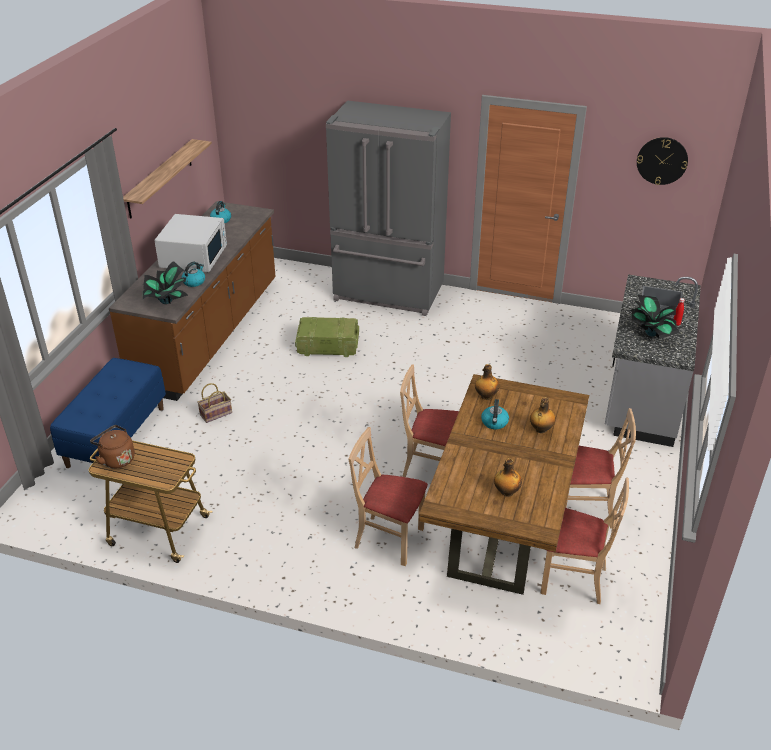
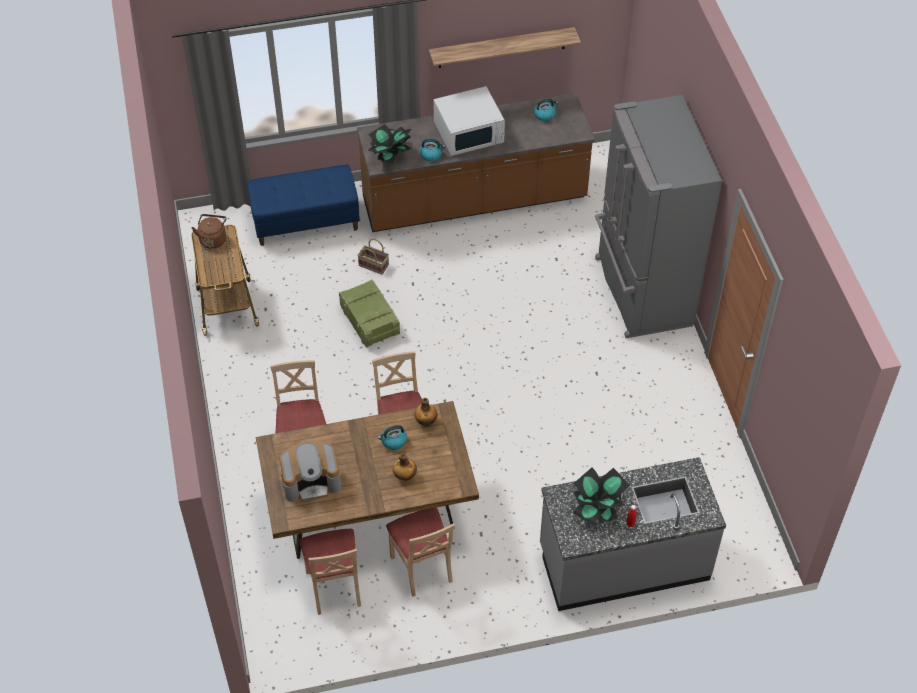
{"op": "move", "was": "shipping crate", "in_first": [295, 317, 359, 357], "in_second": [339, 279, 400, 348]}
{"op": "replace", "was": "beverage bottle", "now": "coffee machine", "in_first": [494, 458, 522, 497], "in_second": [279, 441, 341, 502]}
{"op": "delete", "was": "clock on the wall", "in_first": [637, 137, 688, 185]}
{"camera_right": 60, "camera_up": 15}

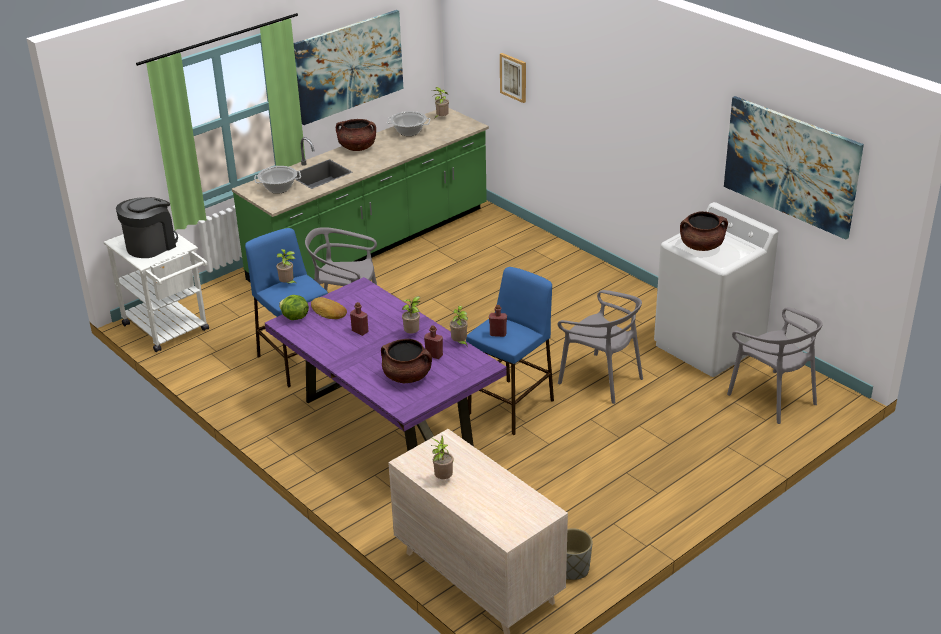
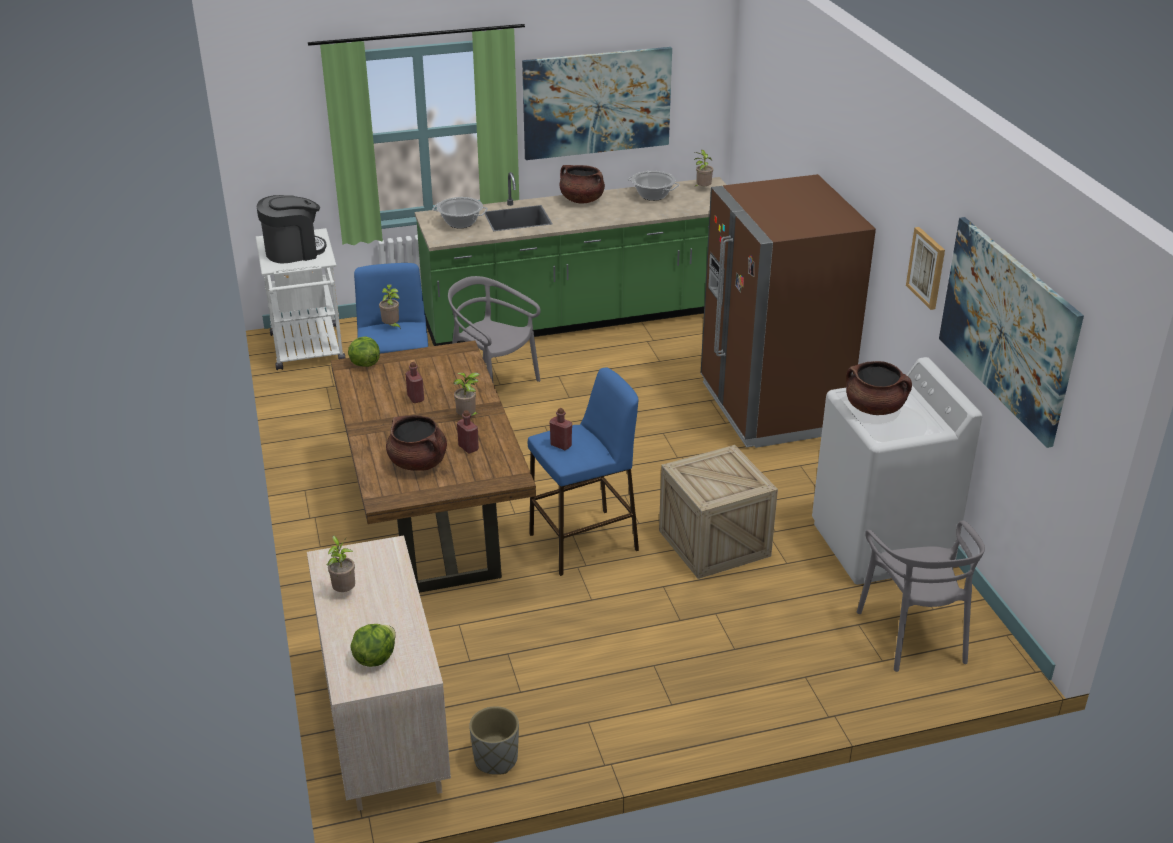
{"op": "recolor", "was": "purplish kitchen table", "now": "brownish kitchen table", "in_first": [265, 277, 507, 451], "in_second": [331, 341, 536, 593]}
{"op": "delete", "was": "baked bread", "in_first": [311, 297, 347, 319]}
{"op": "delete", "was": "houseplant", "in_first": [450, 306, 468, 348]}
{"op": "move", "was": "wall picture", "in_first": [500, 53, 526, 103], "in_second": [906, 227, 945, 310]}
{"op": "replace", "was": "greyish plain chair", "now": "shipping crate", "in_first": [558, 290, 643, 404], "in_second": [659, 445, 778, 579]}
{"op": "insert", "now": "lettuce head", "in_second": [350, 624, 396, 667]}
{"op": "insert", "now": "brownish refrigerator", "in_second": [701, 174, 876, 448]}
{"camera_right": 25, "camera_up": 0}

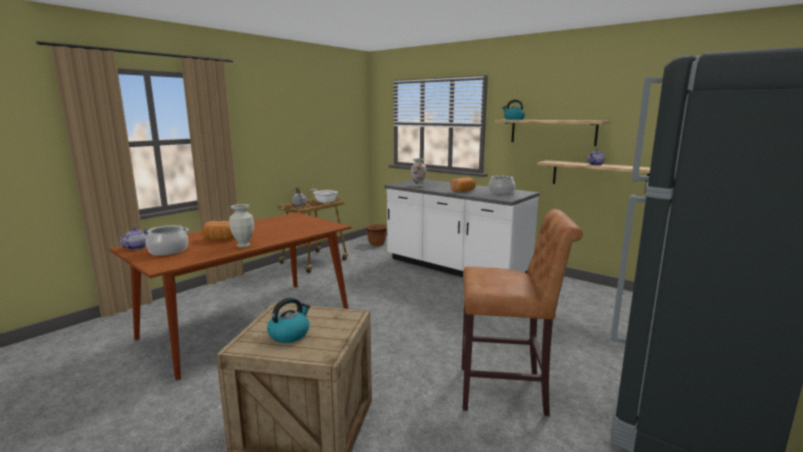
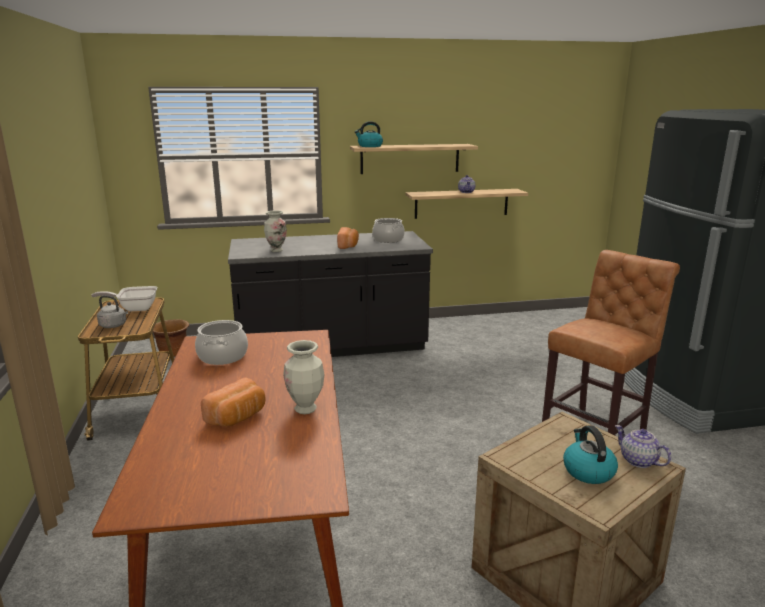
{"op": "move", "was": "teapot", "in_first": [120, 228, 149, 250], "in_second": [615, 425, 671, 468]}
{"op": "move", "was": "saucepot", "in_first": [142, 225, 189, 256], "in_second": [195, 320, 248, 365]}
{"op": "recolor", "was": "white-coloured counter", "now": "black-coloured counter", "in_first": [384, 179, 540, 277], "in_second": [228, 231, 433, 357]}
{"camera_right": -50, "camera_up": 5}

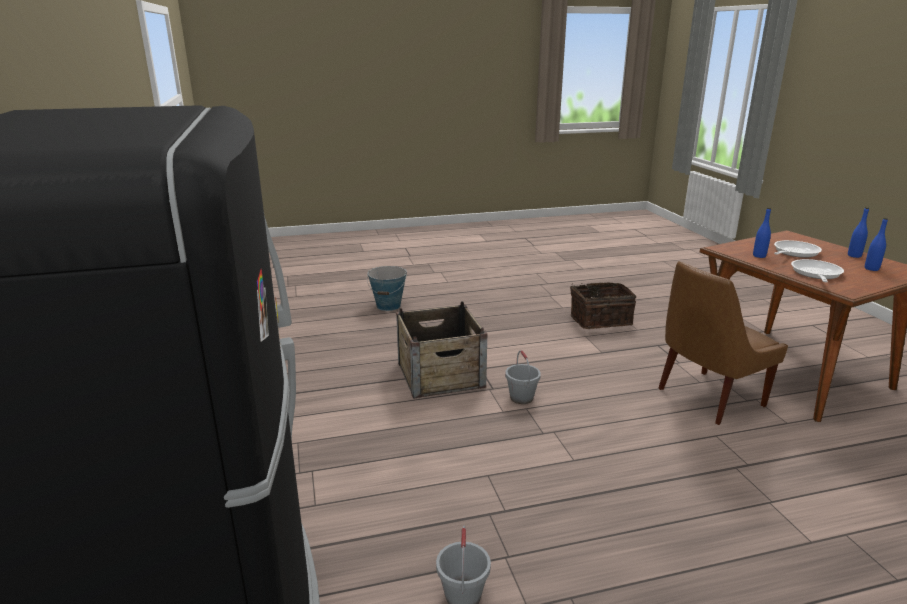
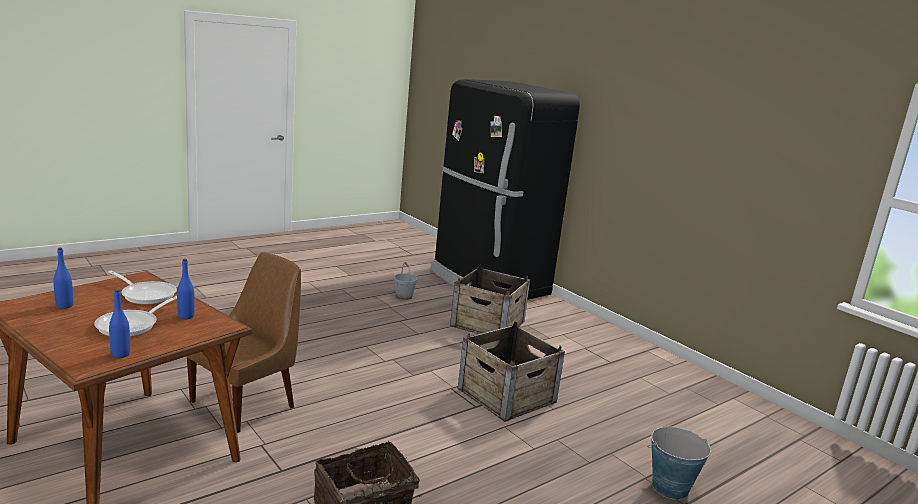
{"op": "delete", "was": "greyish pail", "in_first": [505, 350, 541, 404]}
{"op": "rotate", "was": "pan", "in_first": [791, 259, 844, 282], "in_second": [108, 271, 177, 305], "clockwise": -60}
{"op": "move", "was": "blue-coloured beverage bottle", "in_first": [848, 207, 869, 258], "in_second": [109, 290, 130, 358]}
{"op": "insert", "now": "shipping crate", "in_second": [450, 265, 530, 334]}
{"camera_right": 155, "camera_up": -5}

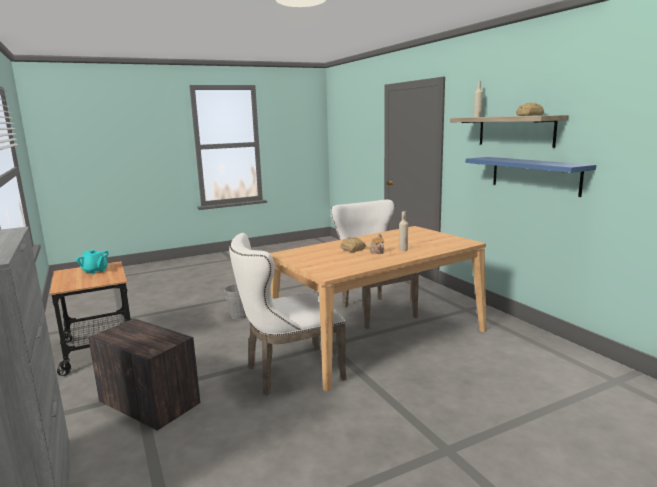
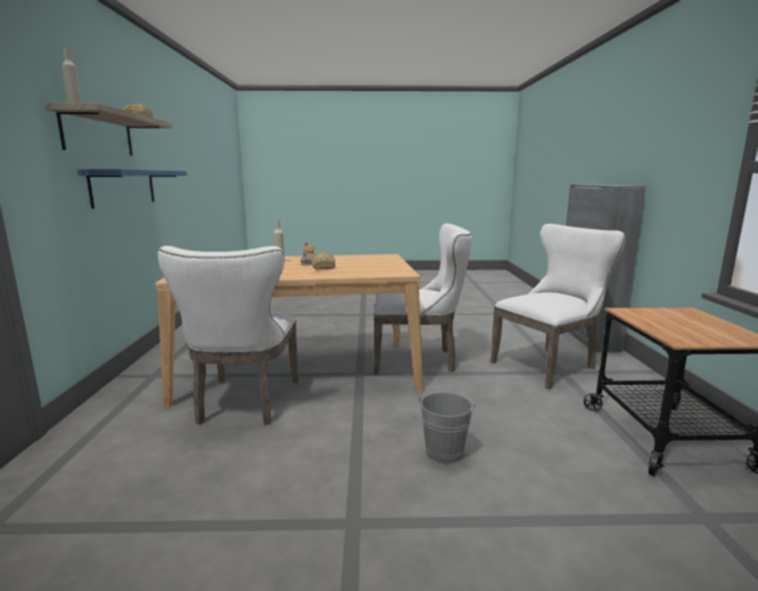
{"op": "delete", "was": "turquoise teapot", "in_first": [76, 250, 109, 274]}
{"op": "replace", "was": "shipping crate", "now": "white-coloured plain chair", "in_first": [88, 318, 200, 431], "in_second": [490, 224, 625, 389]}
{"camera_right": -155, "camera_up": 0}

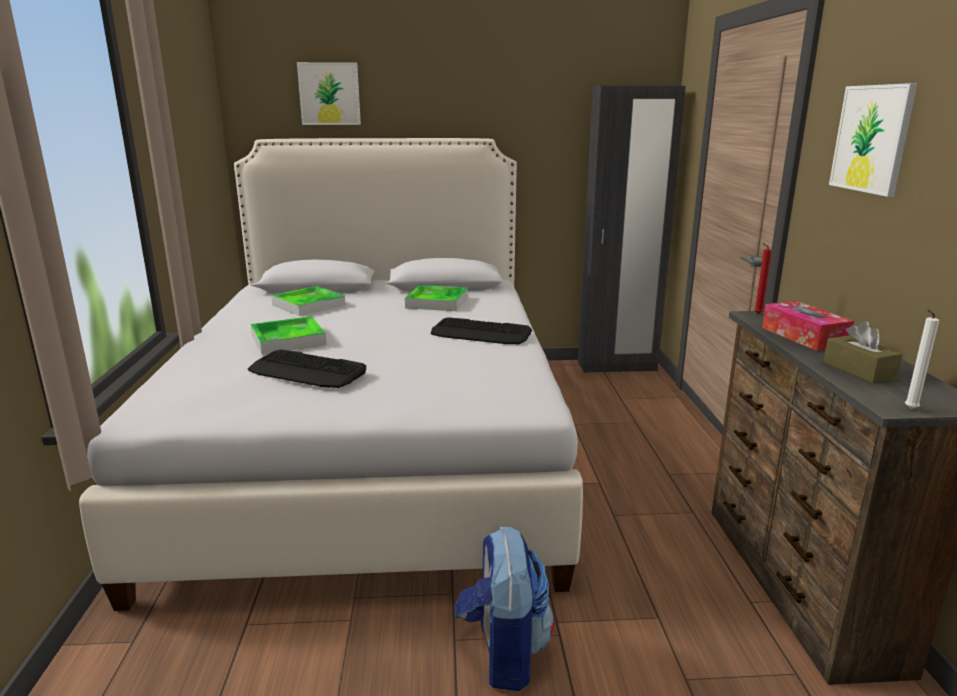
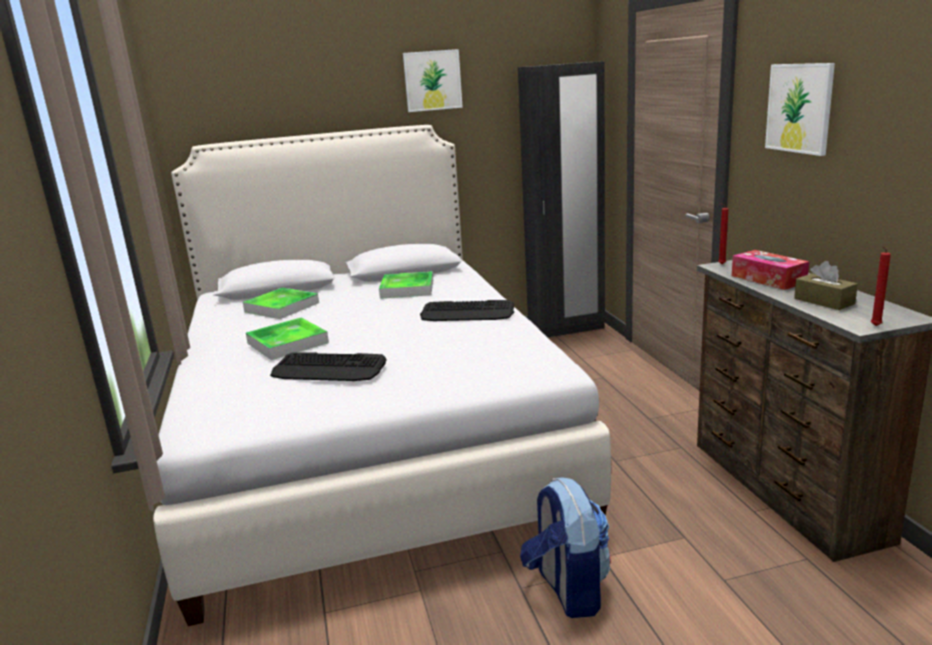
{"op": "move", "was": "wall picture", "in_first": [297, 62, 361, 125], "in_second": [403, 49, 463, 112]}
{"op": "recolor", "was": "white-coloured wax light", "now": "red wax light", "in_first": [905, 310, 939, 409], "in_second": [871, 247, 891, 326]}
{"camera_right": -10, "camera_up": 0}

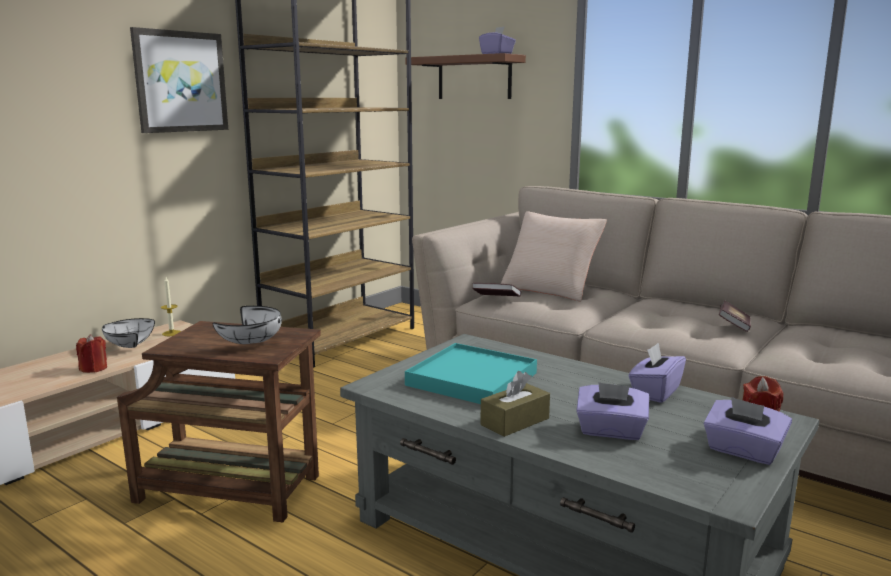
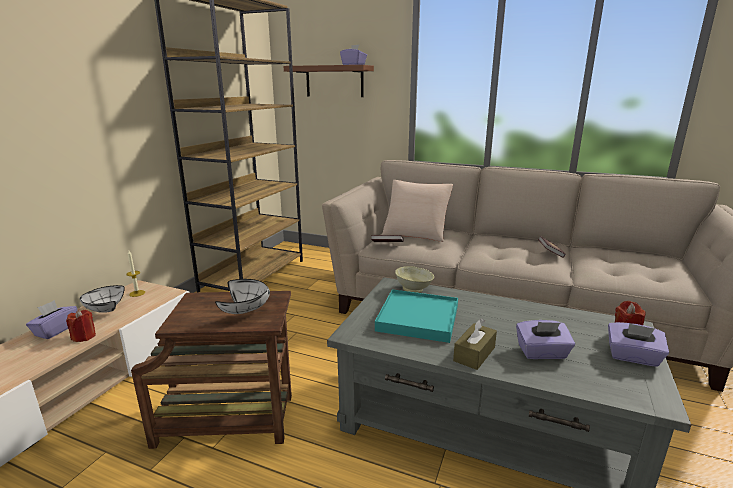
{"op": "delete", "was": "wall picture", "in_first": [130, 27, 228, 133]}
{"op": "move", "was": "purplish box of tissues", "in_first": [629, 343, 686, 403], "in_second": [26, 300, 77, 339]}
{"op": "insert", "now": "beige deep dish", "in_second": [395, 266, 434, 293]}
{"camera_right": -15, "camera_up": 5}

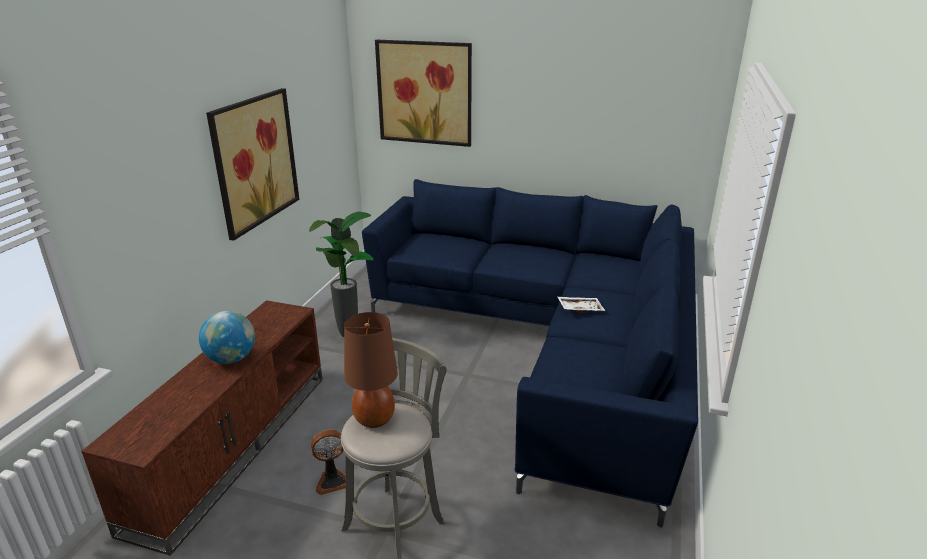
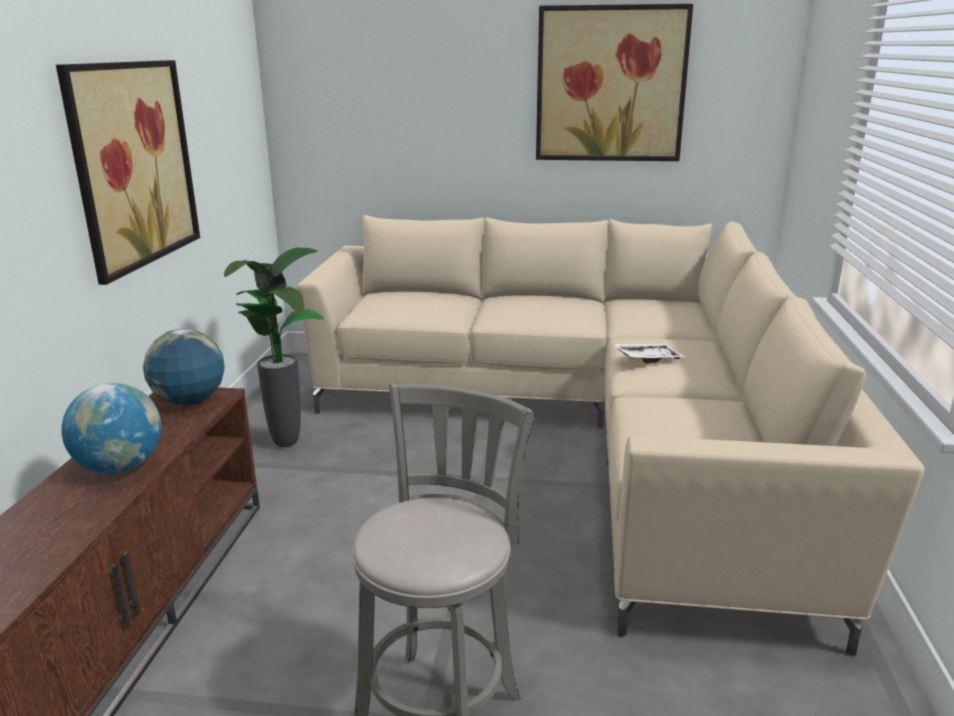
{"op": "delete", "was": "electric fan", "in_first": [311, 430, 346, 495]}
{"op": "delete", "was": "brownish table lamp", "in_first": [344, 312, 398, 428]}
{"op": "recolor", "was": "blue-coloured settee", "now": "beige settee", "in_first": [362, 179, 698, 527], "in_second": [297, 215, 924, 656]}
{"op": "move", "was": "wall picture", "in_first": [375, 40, 472, 147], "in_second": [536, 4, 693, 161]}
{"op": "insert", "now": "world globe", "in_second": [143, 329, 225, 406]}
{"camera_right": -10, "camera_up": -5}

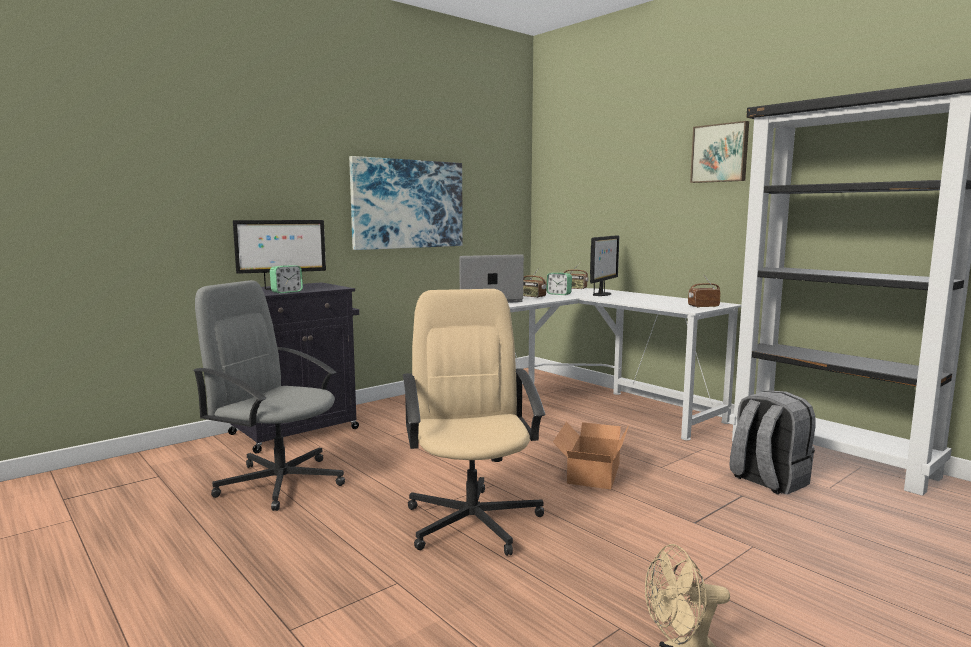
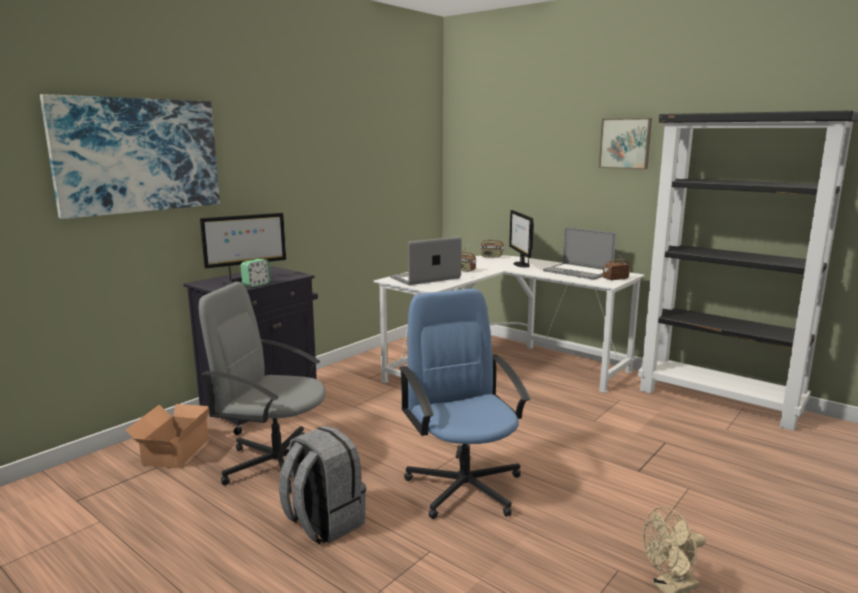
{"op": "move", "was": "wall picture", "in_first": [349, 156, 463, 250], "in_second": [40, 94, 220, 219]}
{"op": "recolor", "was": "beige office chair", "now": "blue-coloured office chair", "in_first": [403, 289, 545, 556], "in_second": [399, 288, 531, 519]}
{"op": "delete", "was": "bedside clock", "in_first": [547, 273, 572, 295]}
{"op": "move", "was": "carton", "in_first": [553, 422, 629, 489], "in_second": [125, 404, 209, 468]}
{"op": "rotate", "was": "computer display", "in_first": [590, 235, 619, 296], "in_second": [509, 210, 534, 268], "clockwise": 150}
{"op": "move", "was": "greyish knapsack", "in_first": [729, 390, 815, 495], "in_second": [279, 426, 366, 545]}
{"op": "insert", "now": "laptop", "in_second": [543, 227, 616, 280]}
{"camera_right": -10, "camera_up": 5}

